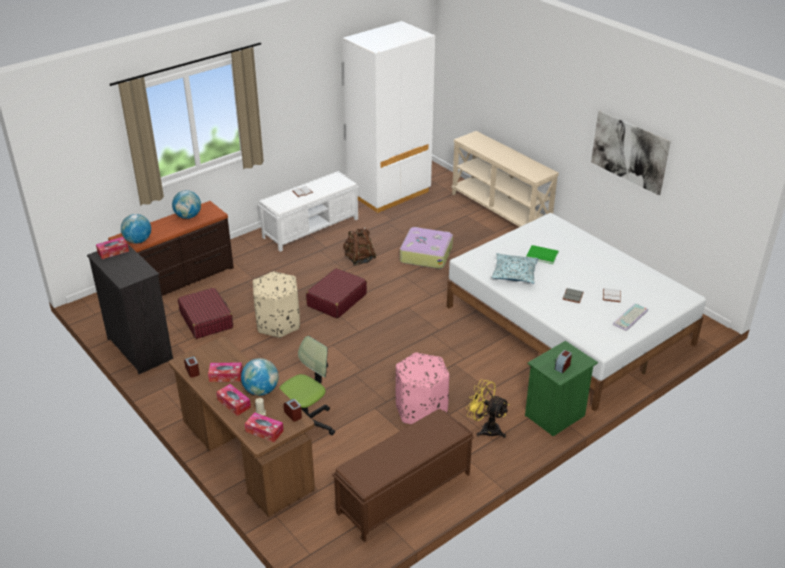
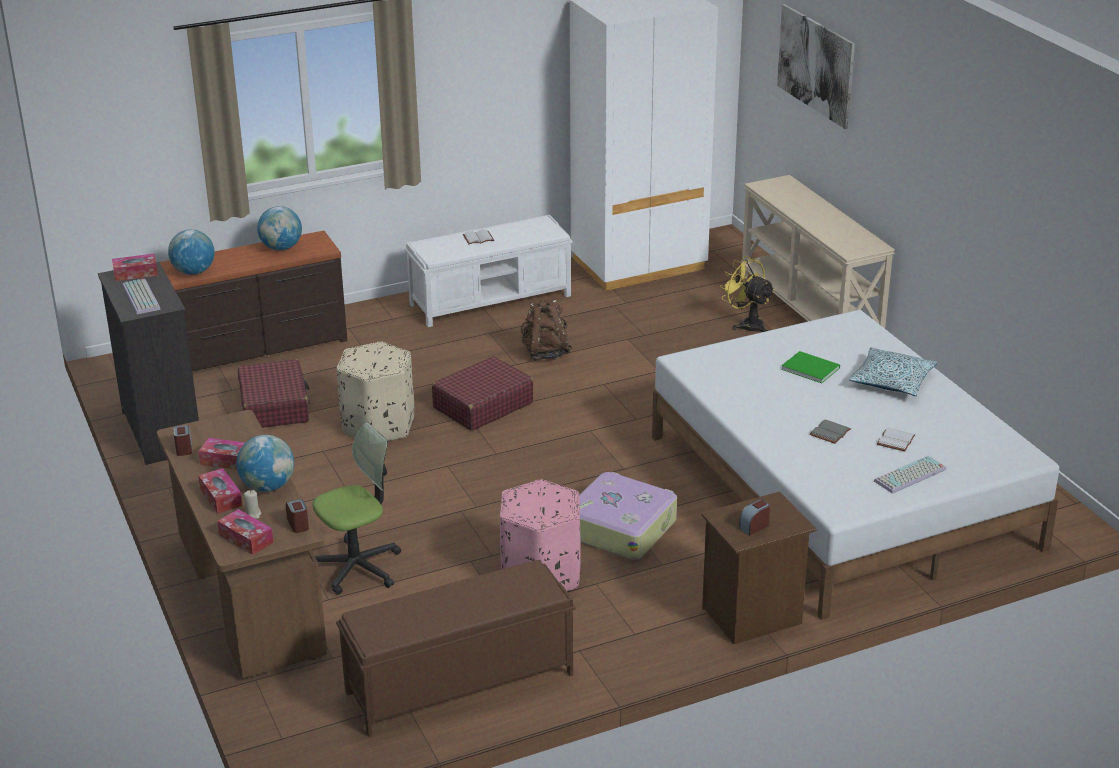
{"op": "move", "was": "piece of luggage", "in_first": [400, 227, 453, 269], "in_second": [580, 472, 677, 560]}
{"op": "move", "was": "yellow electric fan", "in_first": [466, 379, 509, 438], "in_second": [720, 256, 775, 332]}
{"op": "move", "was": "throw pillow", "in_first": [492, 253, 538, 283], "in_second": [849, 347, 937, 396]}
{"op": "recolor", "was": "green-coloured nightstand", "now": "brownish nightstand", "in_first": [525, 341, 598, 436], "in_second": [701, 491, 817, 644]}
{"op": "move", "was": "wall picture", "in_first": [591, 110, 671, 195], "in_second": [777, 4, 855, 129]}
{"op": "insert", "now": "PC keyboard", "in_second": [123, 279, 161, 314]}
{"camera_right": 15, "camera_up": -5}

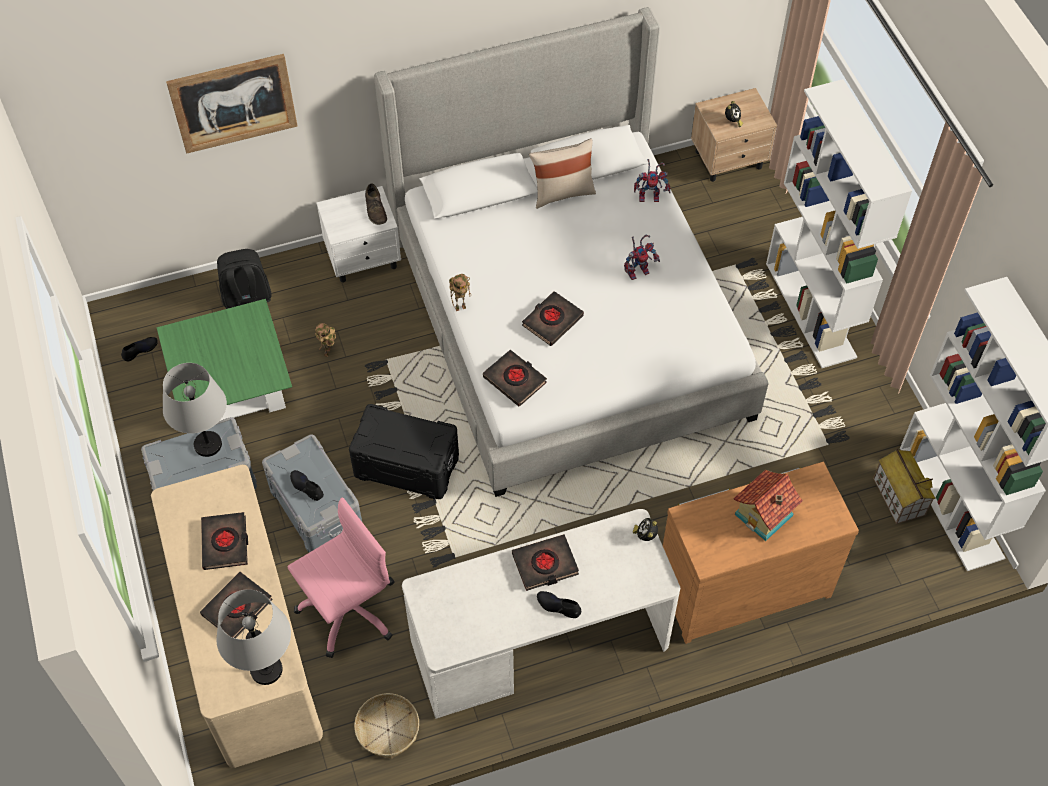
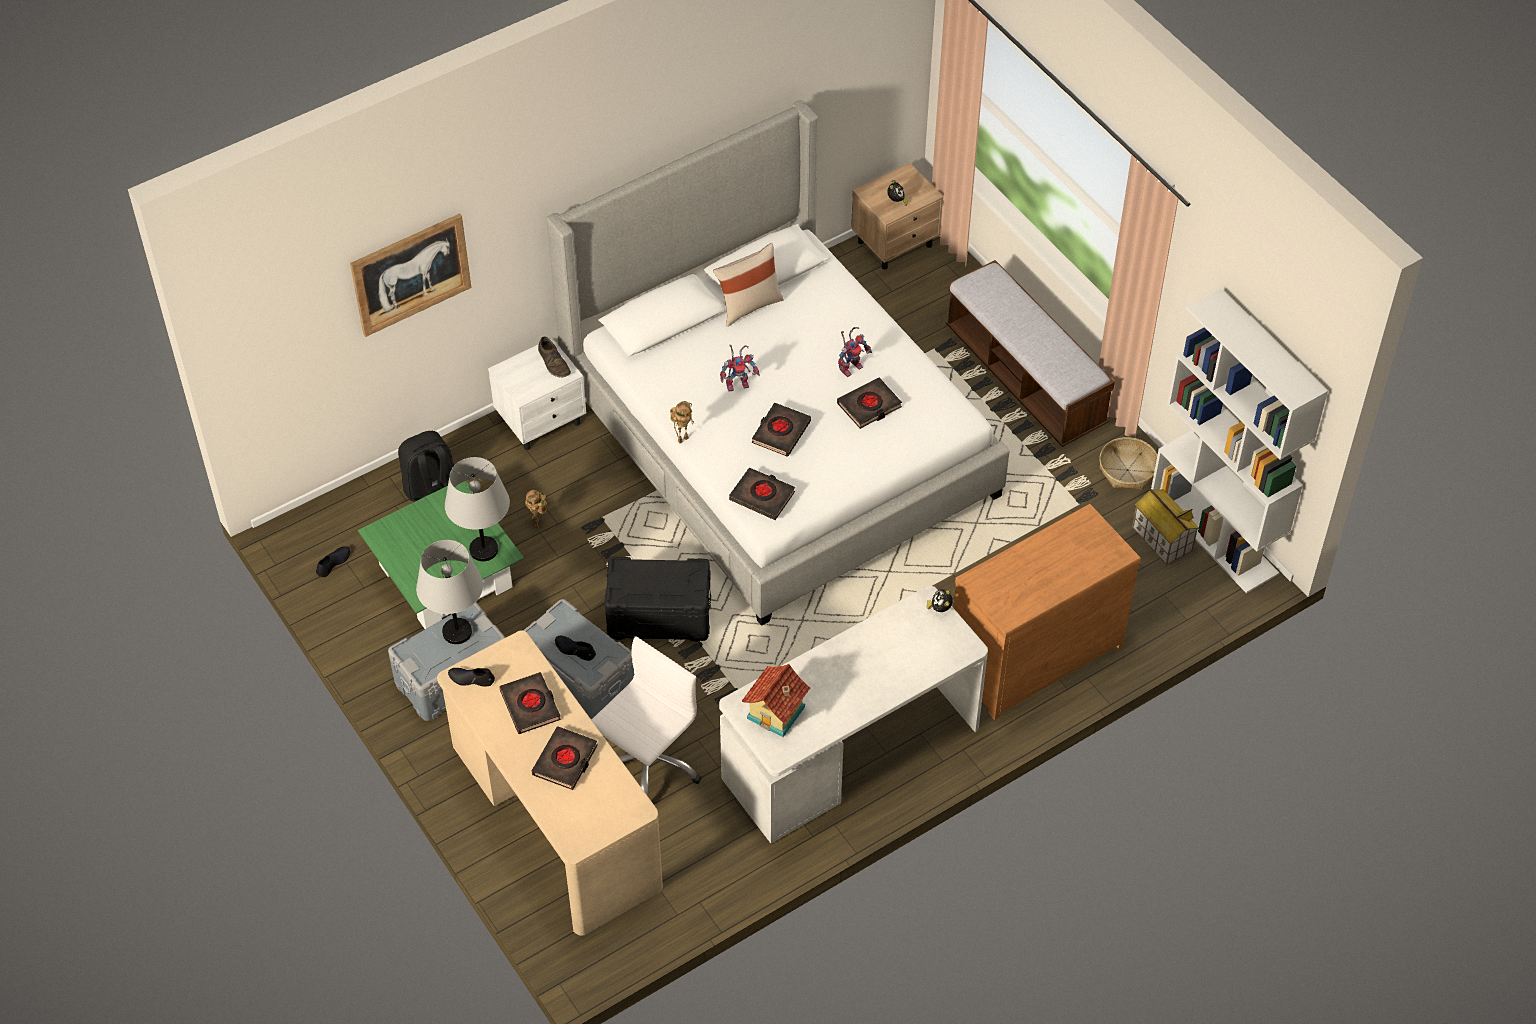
{"op": "move", "was": "greyish table lamp", "in_first": [217, 589, 291, 685], "in_second": [445, 457, 510, 561]}
{"op": "recolor", "was": "pink office chair", "now": "white-coloured office chair", "in_first": [287, 498, 394, 658], "in_second": [592, 636, 702, 796]}
{"op": "move", "was": "household basket", "in_first": [354, 693, 419, 759], "in_second": [1099, 437, 1157, 490]}
{"op": "move", "was": "black-coloured volume", "in_first": [512, 534, 579, 591], "in_second": [837, 378, 902, 429]}
{"op": "move", "was": "black-coloured shoe", "in_first": [537, 591, 582, 618], "in_second": [448, 668, 495, 686]}
{"op": "move", "was": "toy robot", "in_first": [634, 159, 670, 202], "in_second": [720, 345, 760, 392]}
{"op": "move", "was": "model house", "in_first": [733, 469, 803, 541], "in_second": [742, 664, 810, 737]}
{"op": "replace", "was": "white-coloured bookshelf", "now": "long seat", "in_first": [766, 79, 912, 368], "in_second": [946, 260, 1115, 447]}
{"camera_right": -15, "camera_up": -5}

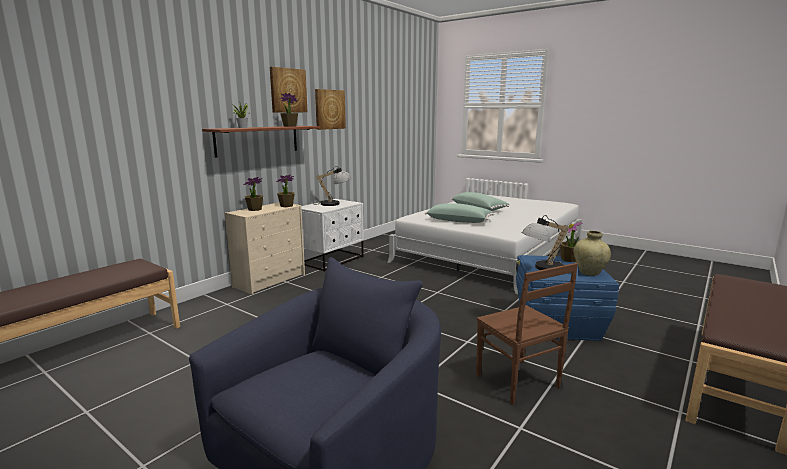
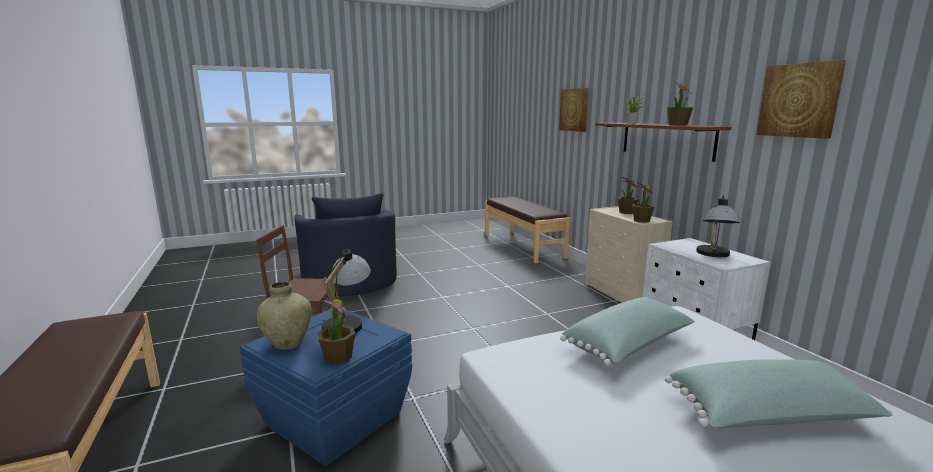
{"op": "move", "was": "wall picture", "in_first": [270, 67, 307, 112], "in_second": [559, 88, 589, 132]}
{"camera_right": 120, "camera_up": 0}

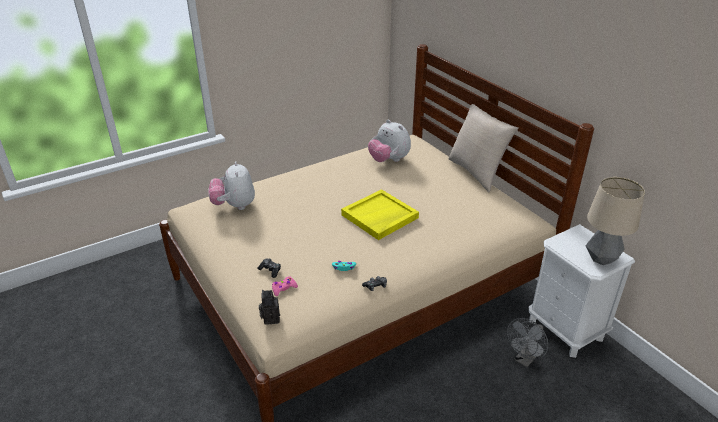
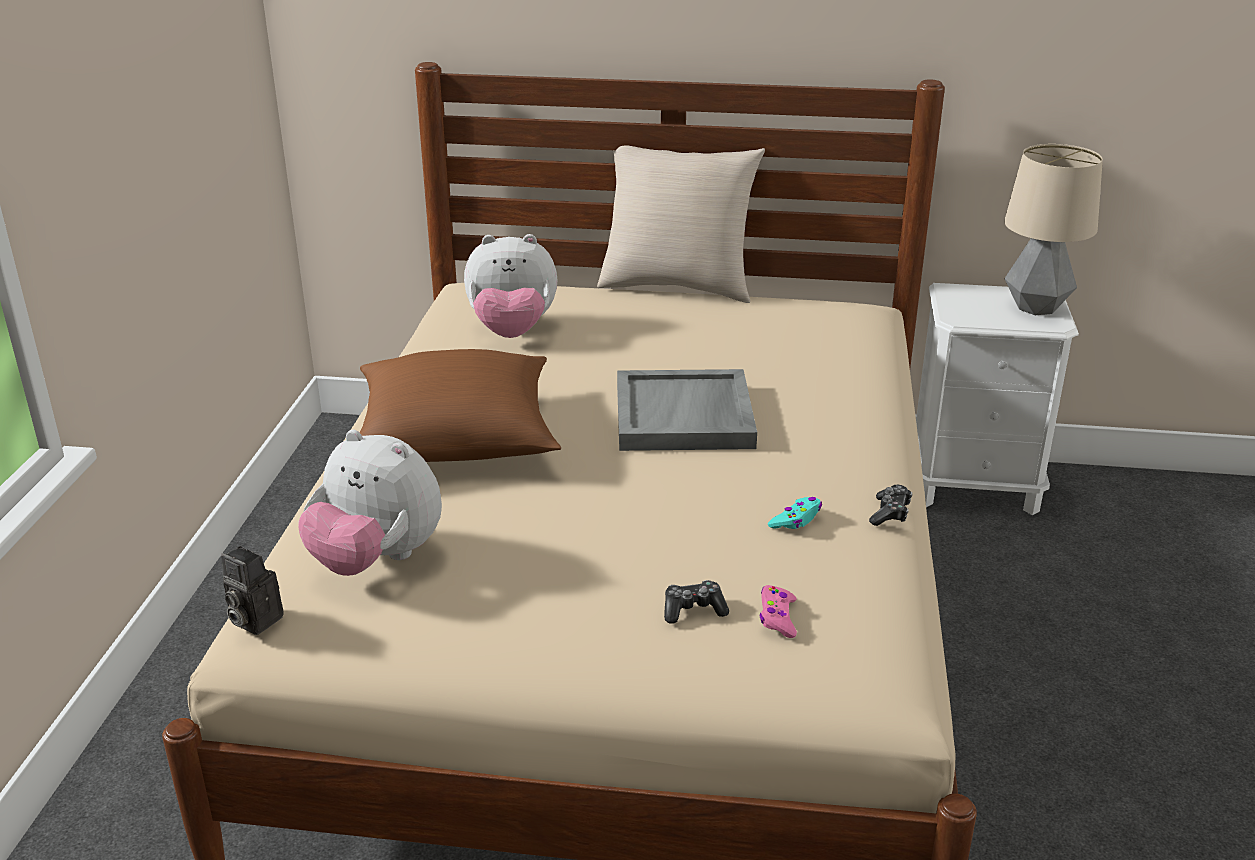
{"op": "move", "was": "still camera", "in_first": [259, 290, 280, 325], "in_second": [221, 546, 284, 635]}
{"op": "recolor", "was": "yellow tray", "now": "greyish tray", "in_first": [341, 189, 419, 240], "in_second": [617, 369, 757, 451]}
{"op": "delete", "was": "greyish electric fan", "in_first": [507, 318, 548, 367]}
{"op": "insert", "now": "brownish throw pillow", "in_second": [360, 349, 561, 462]}
{"camera_right": -50, "camera_up": -5}

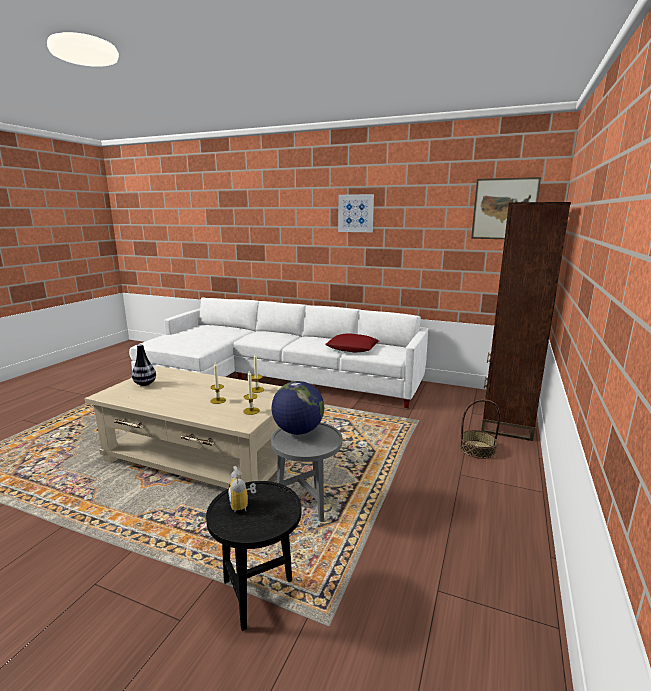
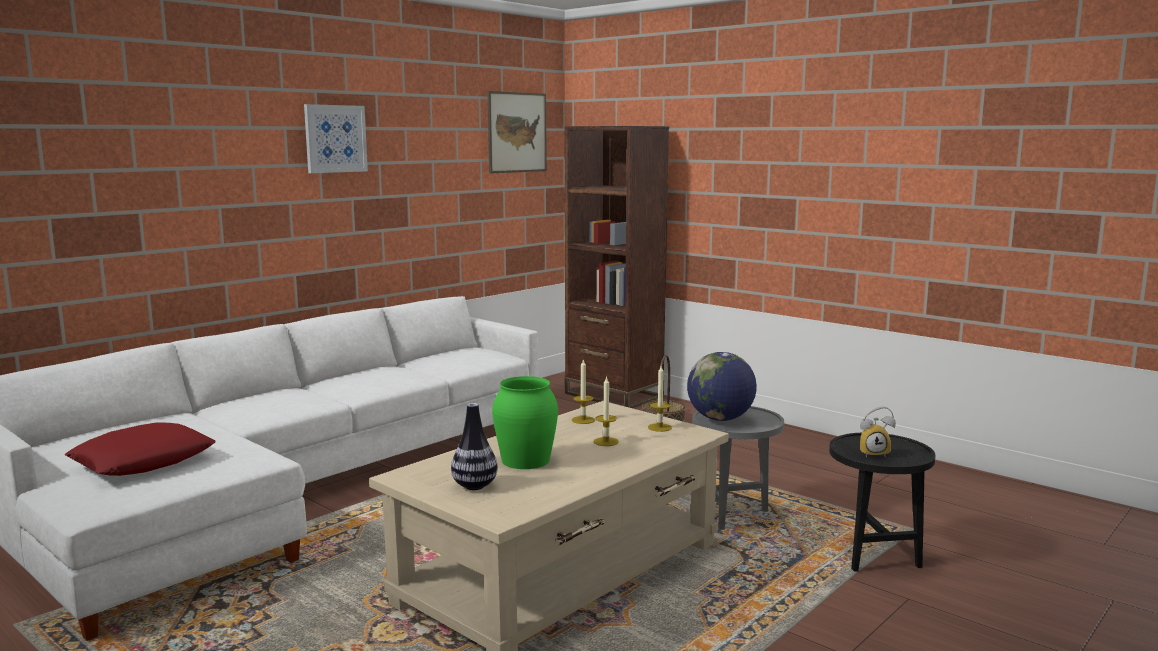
{"op": "move", "was": "red throw pillow", "in_first": [325, 333, 379, 352], "in_second": [65, 423, 215, 476]}
{"op": "insert", "now": "green-coloured vase", "in_second": [492, 376, 558, 469]}
{"camera_right": -70, "camera_up": -5}

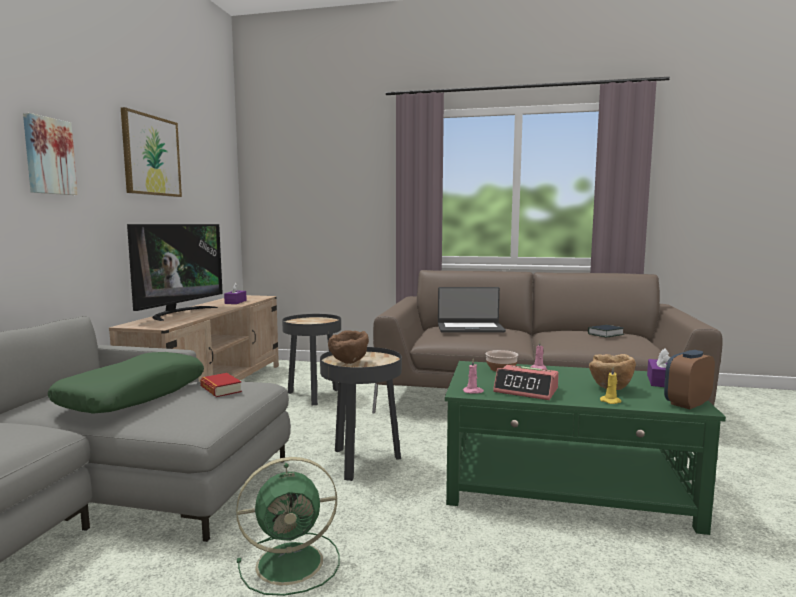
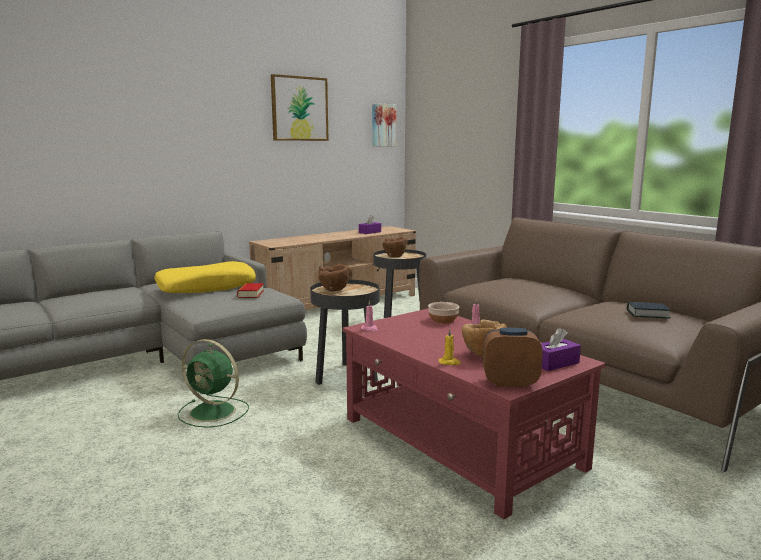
{"op": "move", "was": "wall picture", "in_first": [23, 113, 78, 195], "in_second": [372, 103, 396, 147]}
{"op": "recolor", "was": "green-coloured throw pillow", "now": "yellow throw pillow", "in_first": [48, 352, 204, 414], "in_second": [154, 261, 256, 293]}
{"op": "delete", "was": "TV", "in_first": [127, 224, 223, 321]}
{"op": "delete", "was": "laptop", "in_first": [438, 287, 506, 332]}
{"op": "recolor", "was": "green-coloured low table", "now": "red low table", "in_first": [445, 361, 726, 535], "in_second": [343, 308, 606, 519]}
{"op": "delete", "was": "bedside clock", "in_first": [493, 365, 559, 400]}
{"op": "insert", "now": "brownish deep dish", "in_second": [382, 237, 407, 257]}
{"camera_right": 40, "camera_up": 5}

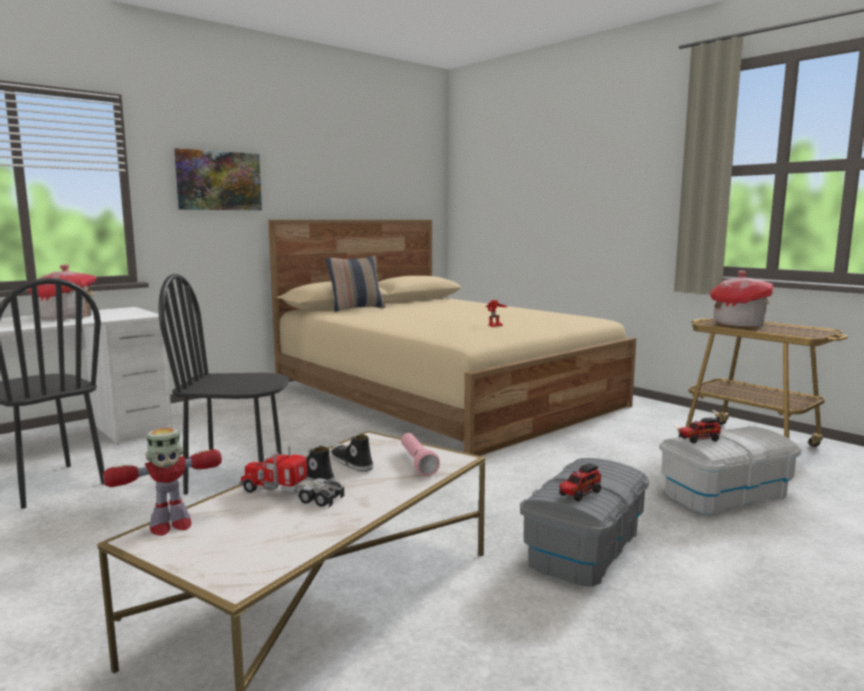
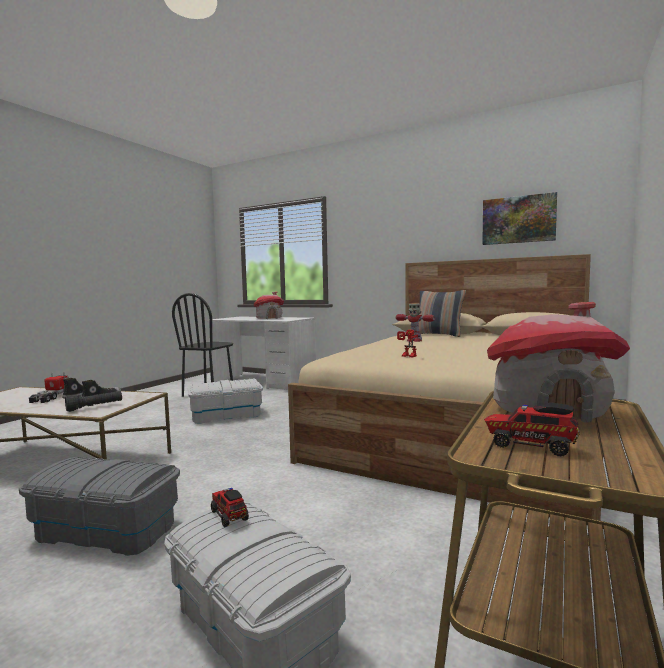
{"op": "move", "was": "toy robot", "in_first": [103, 428, 222, 536], "in_second": [396, 303, 435, 342]}
{"op": "replace", "was": "black-coloured plain chair", "now": "white-coloured storage box", "in_first": [158, 274, 289, 495], "in_second": [188, 378, 263, 424]}
{"op": "move", "was": "wall picture", "in_first": [174, 148, 262, 210], "in_second": [482, 192, 557, 245]}
{"op": "recolor", "was": "pink hand torch", "now": "black-coloured hand torch", "in_first": [401, 433, 440, 476], "in_second": [65, 391, 122, 412]}
{"op": "move", "was": "toy lorry", "in_first": [559, 464, 601, 502], "in_second": [484, 402, 580, 457]}
{"camera_right": 70, "camera_up": -5}

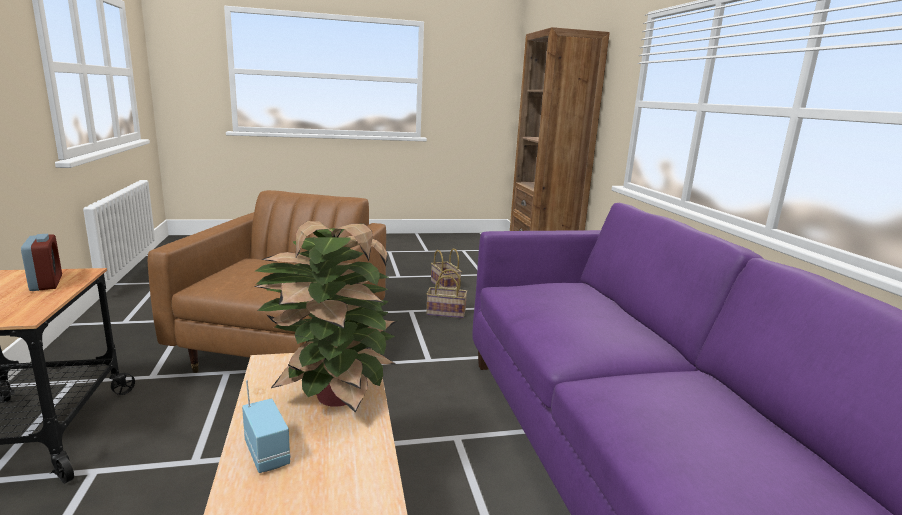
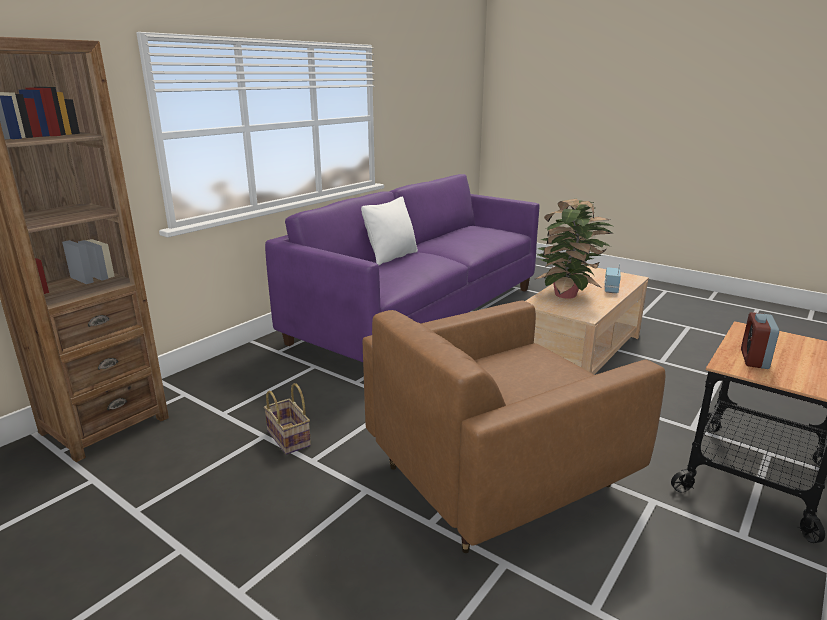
{"op": "delete", "was": "household basket", "in_first": [431, 248, 462, 288]}
{"op": "insert", "now": "white-coloured throw pillow", "in_second": [361, 197, 418, 265]}
{"camera_right": -130, "camera_up": 5}

